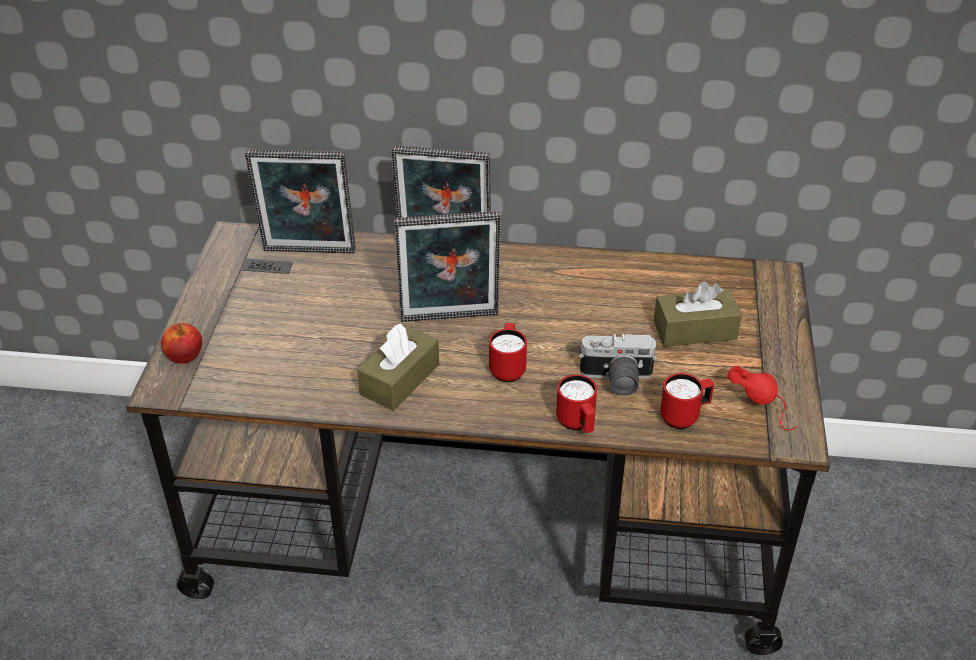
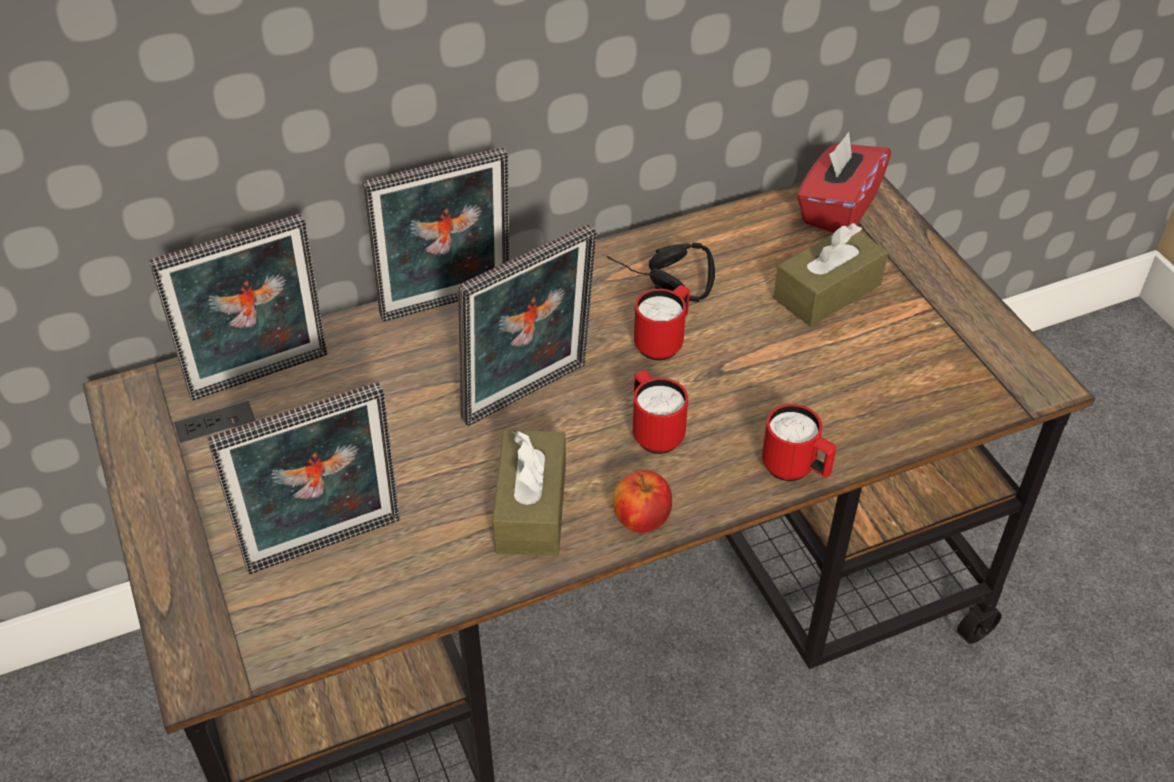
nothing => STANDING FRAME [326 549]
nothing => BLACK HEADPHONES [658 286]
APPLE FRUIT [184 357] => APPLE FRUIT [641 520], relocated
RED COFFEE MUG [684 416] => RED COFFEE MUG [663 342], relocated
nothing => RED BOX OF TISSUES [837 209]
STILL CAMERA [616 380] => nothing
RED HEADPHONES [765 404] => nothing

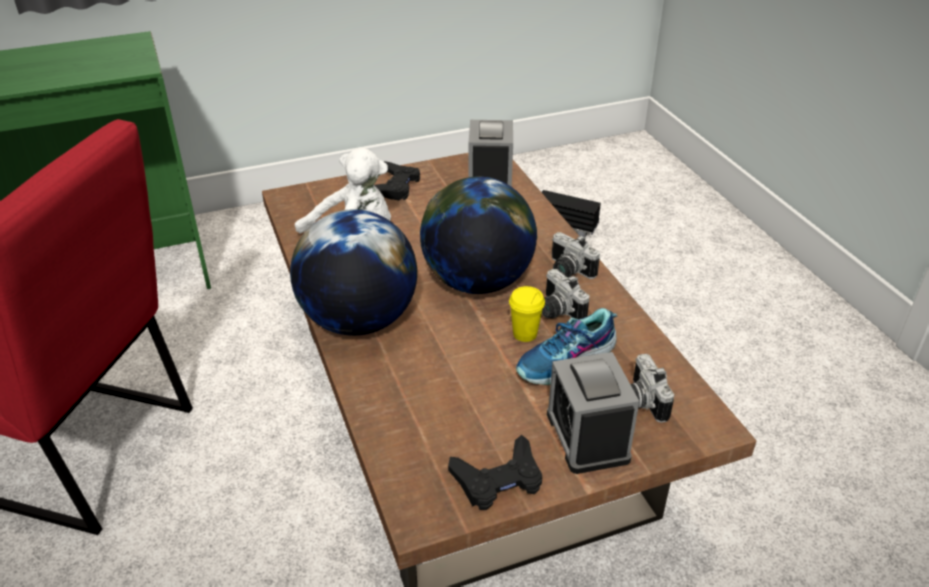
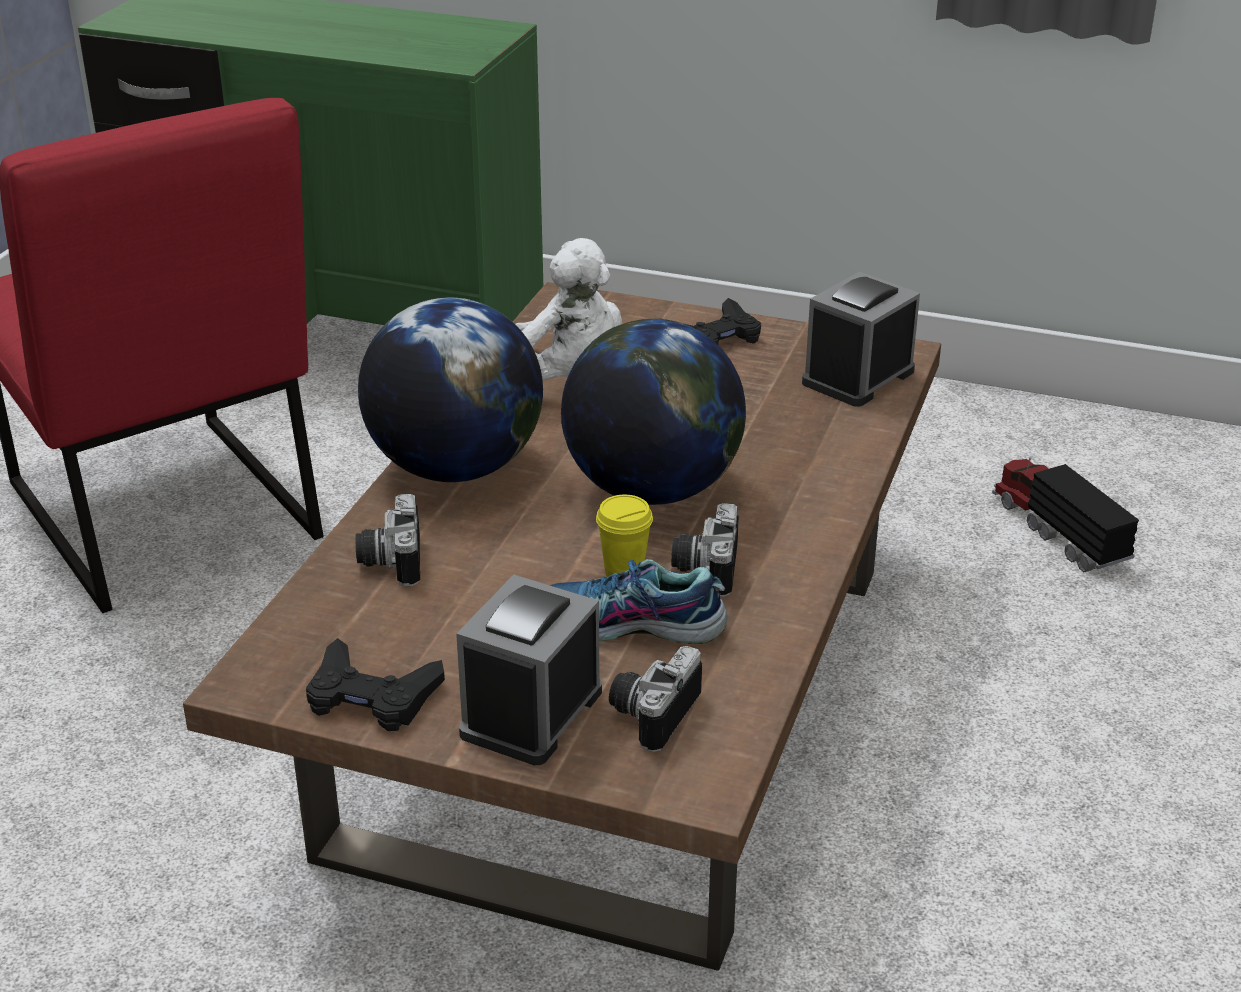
STILL CAMERA [567 271] => STILL CAMERA [389 560], relocated

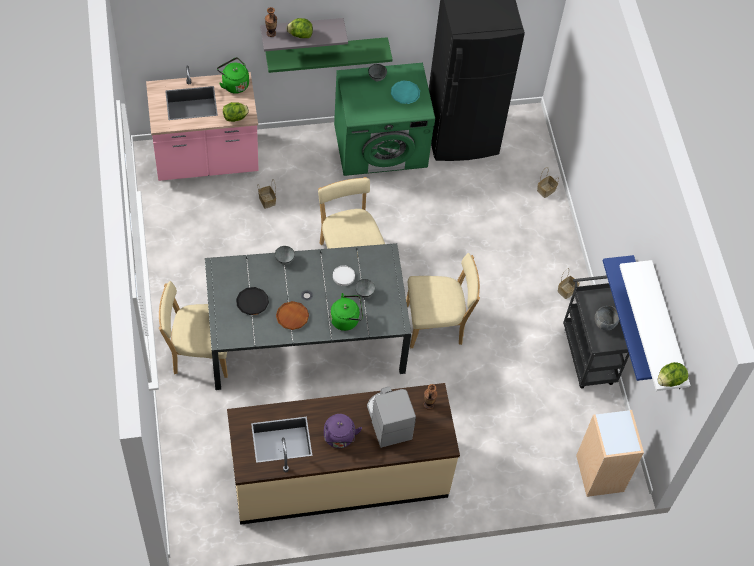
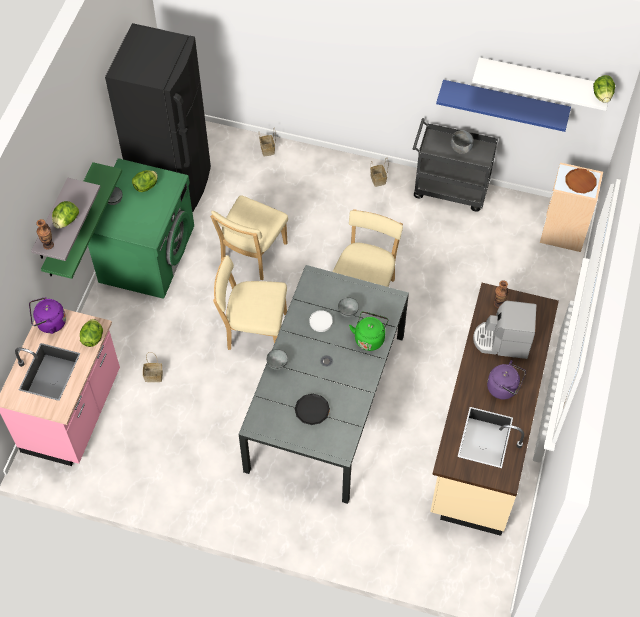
GREENISH WATER KETTLE [234 84] => PURPLE-COLOURED WATER KETTLE [49 323]
TURQUOISE DINNER PLATE [405 94] => LETTUCE [146 186]
BEIGE PLAIN CHAIR [199 353] => BEIGE PLAIN CHAIR [252 255], relocated
BROWN DINNER PLATE [292 317] => BROWN DINNER PLATE [580 182], relocated

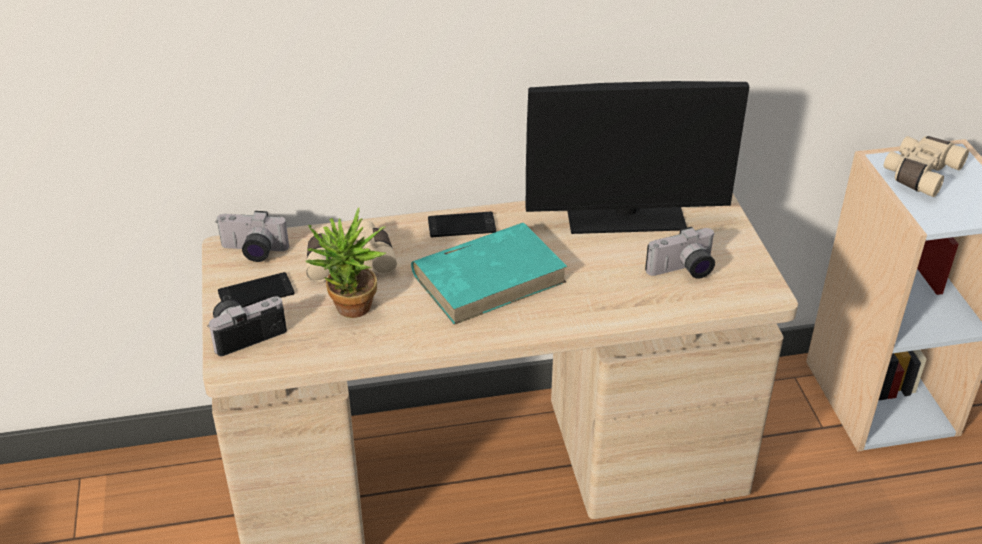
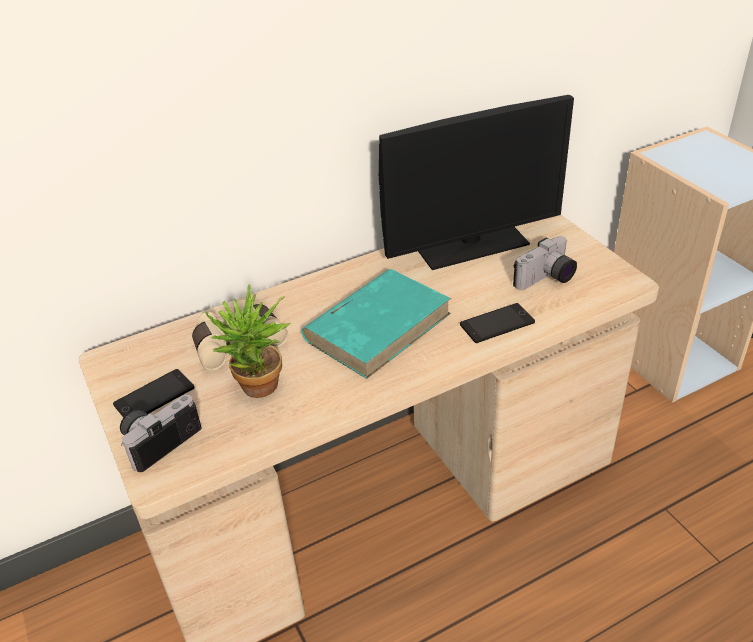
HANDSET [461 225] => HANDSET [497 324], relocated
STILL CAMERA [253 252] => nothing
BEIGE PAIR OF BINOCULARS [919 173] => nothing

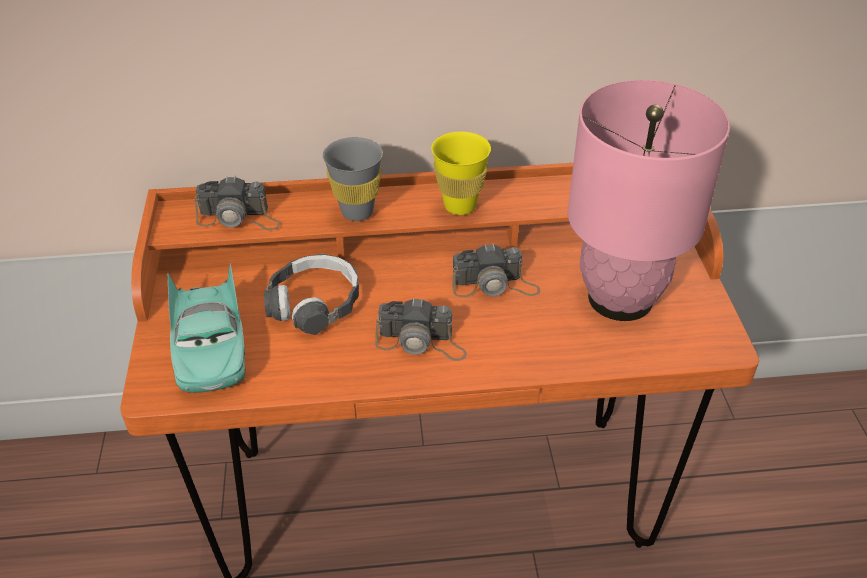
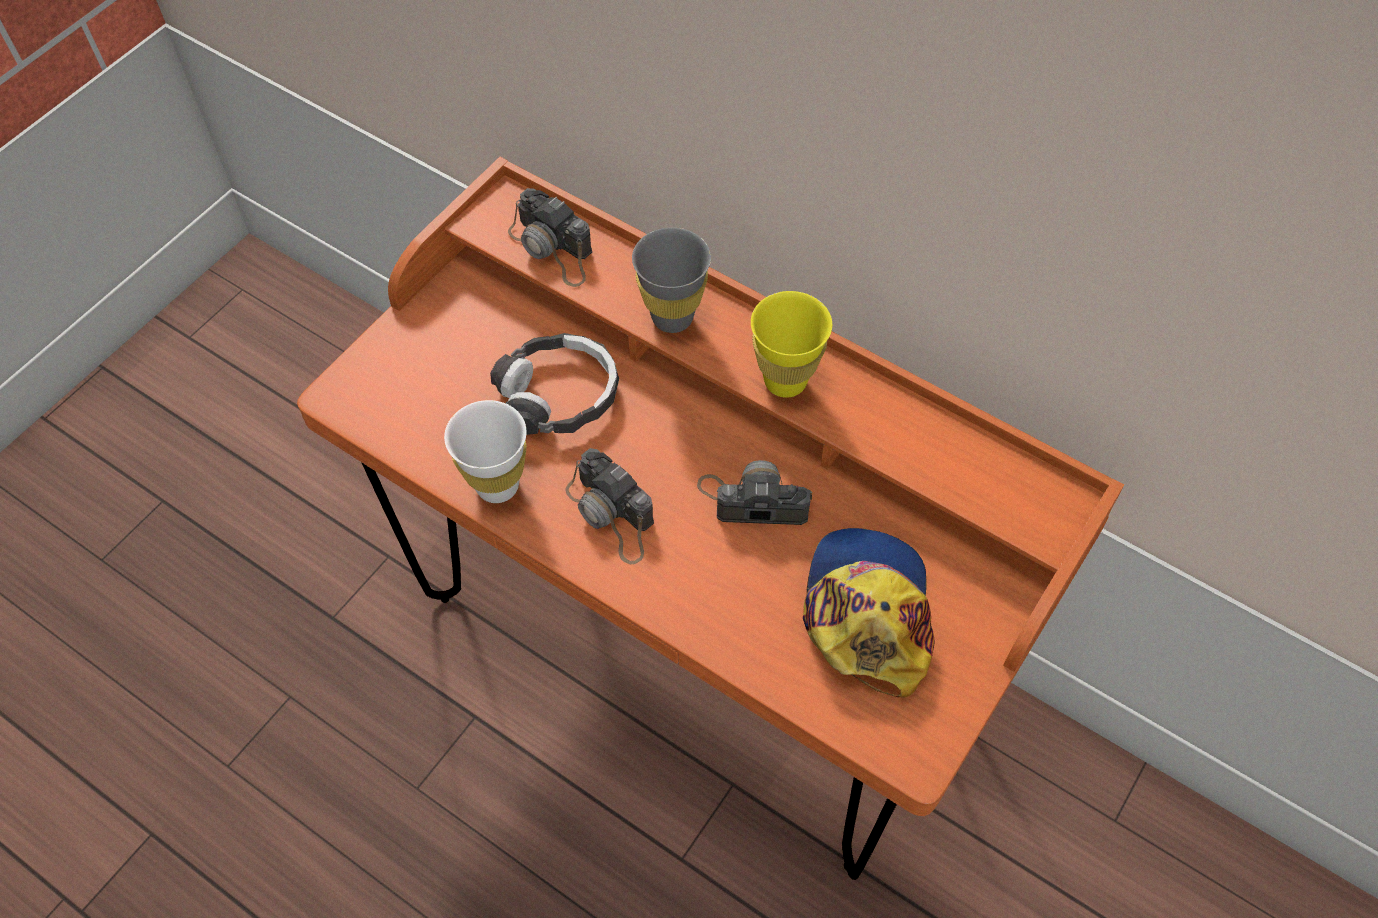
nothing => WHITE-COLOURED SMALL CUP [497 485]
STILL CAMERA [495 285] => STILL CAMERA [753 500], 150 degrees clockwise
PINK TABLETOP LAMP [619 298] => CAP [868 613]
TURQUOISE MINIATURE CAR [210 345] => nothing

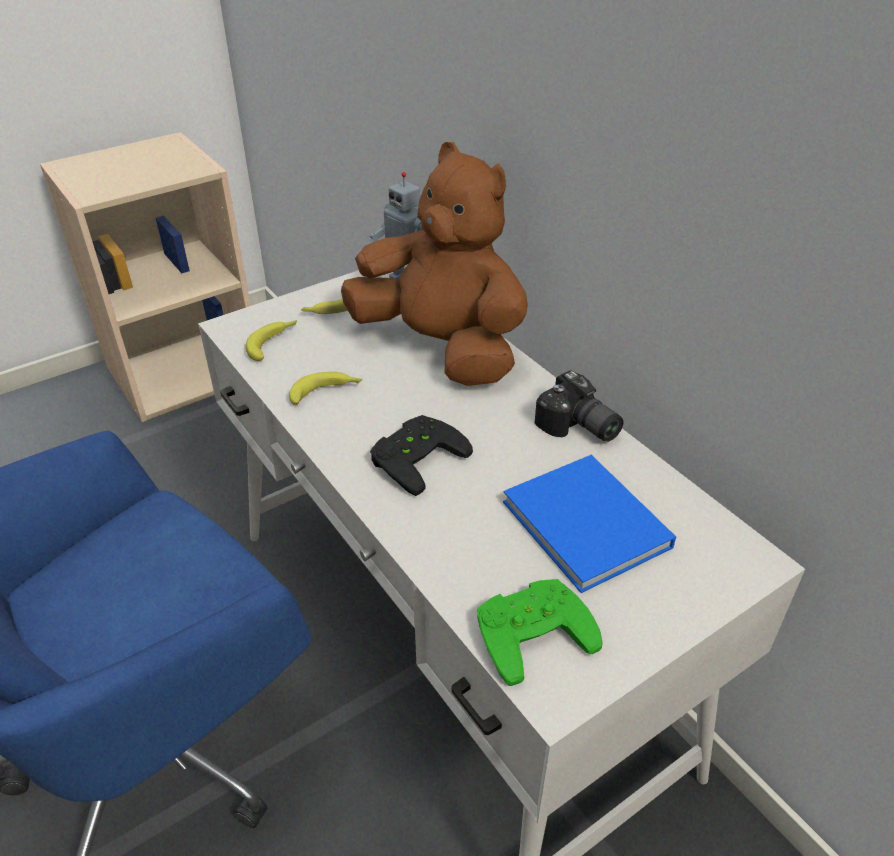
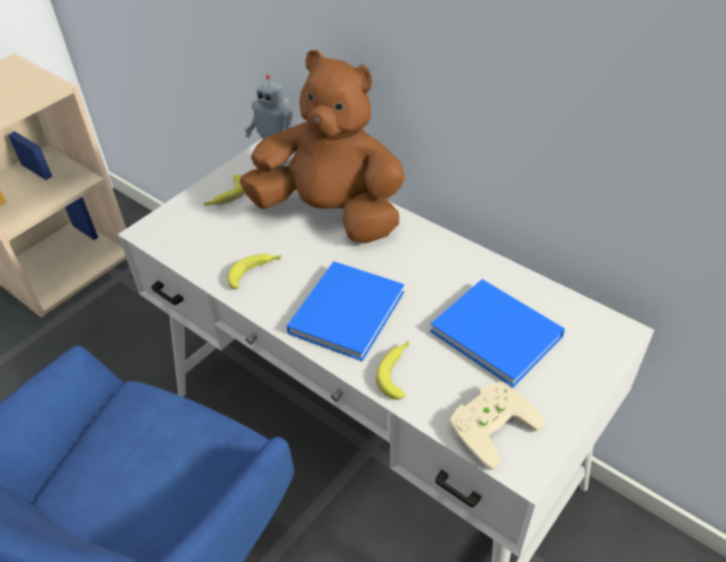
BLACK GAMEPAD [415 456] => BLUE-COLOURED BOOK [349 310]
BANANA [273 343] => BANANA [398 372], relocated
GREENISH GAMEPAD [531 628] => BEIGE GAMEPAD [489 423]
STILL CAMERA [577 428] => nothing

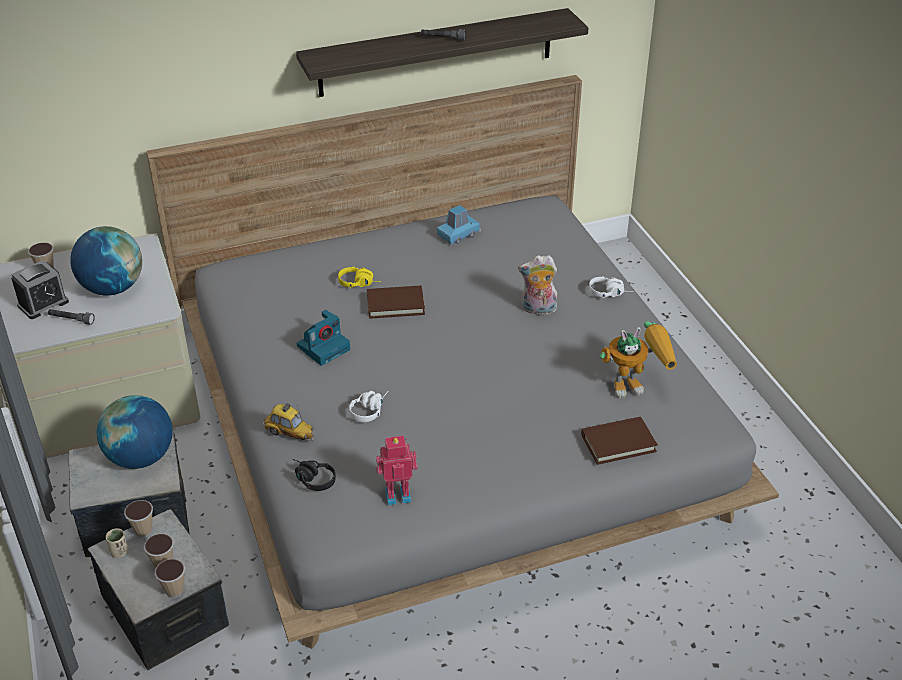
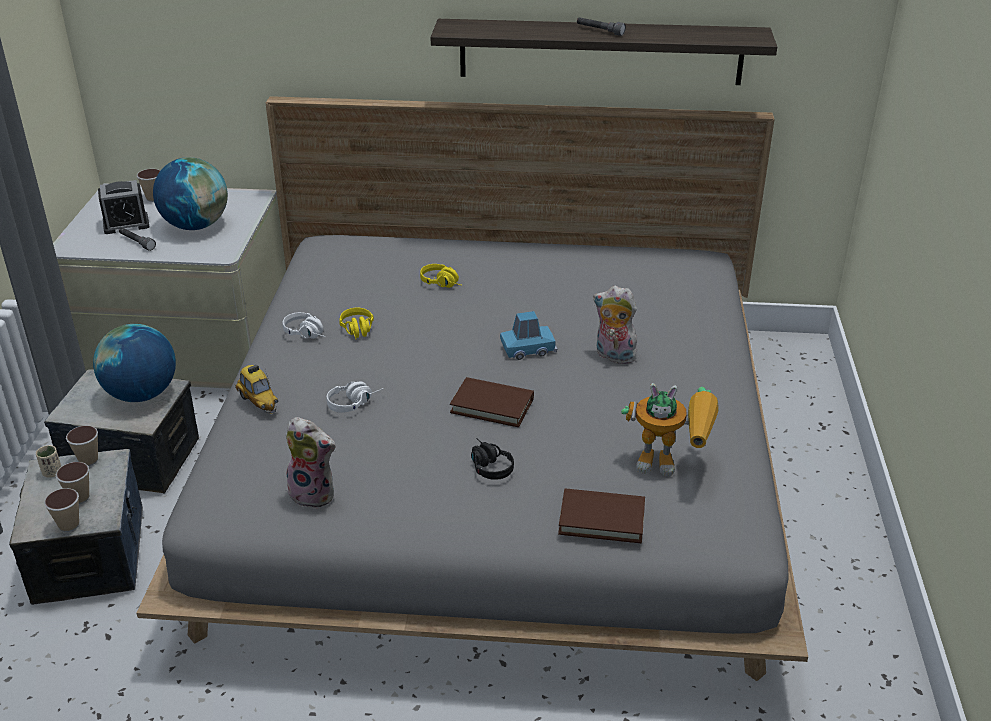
WHITE-COLOURED HEADPHONES [610 293] => WHITE-COLOURED HEADPHONES [308 334], relocated
MODEL ROBOT [397 494] => CUDDLY TOY [315 493]
STILL CAMERA [324 347] => YELLOWISH HEADPHONES [358 332]
BROWN BOOK [395 304] => BROWN BOOK [492 405], relocated
BLACK HEADPHONES [311 479] => BLACK HEADPHONES [487 465], relocated
BLUE-COLOURED MINIATURE CAR [458 234] => BLUE-COLOURED MINIATURE CAR [528 349], relocated

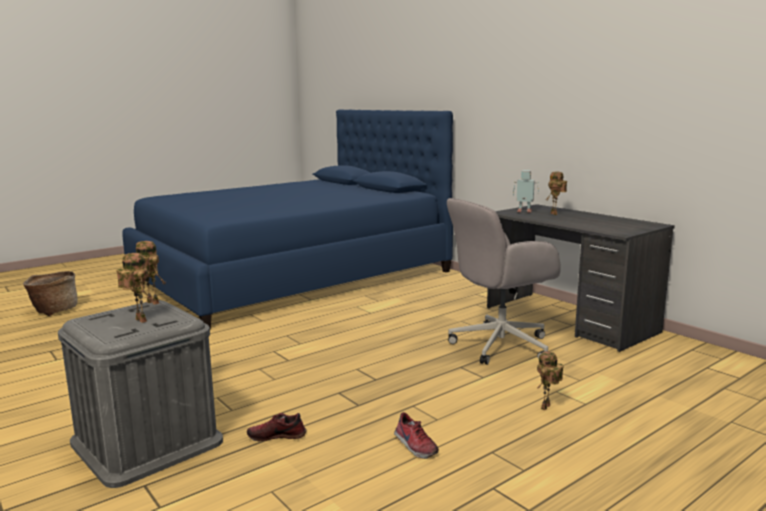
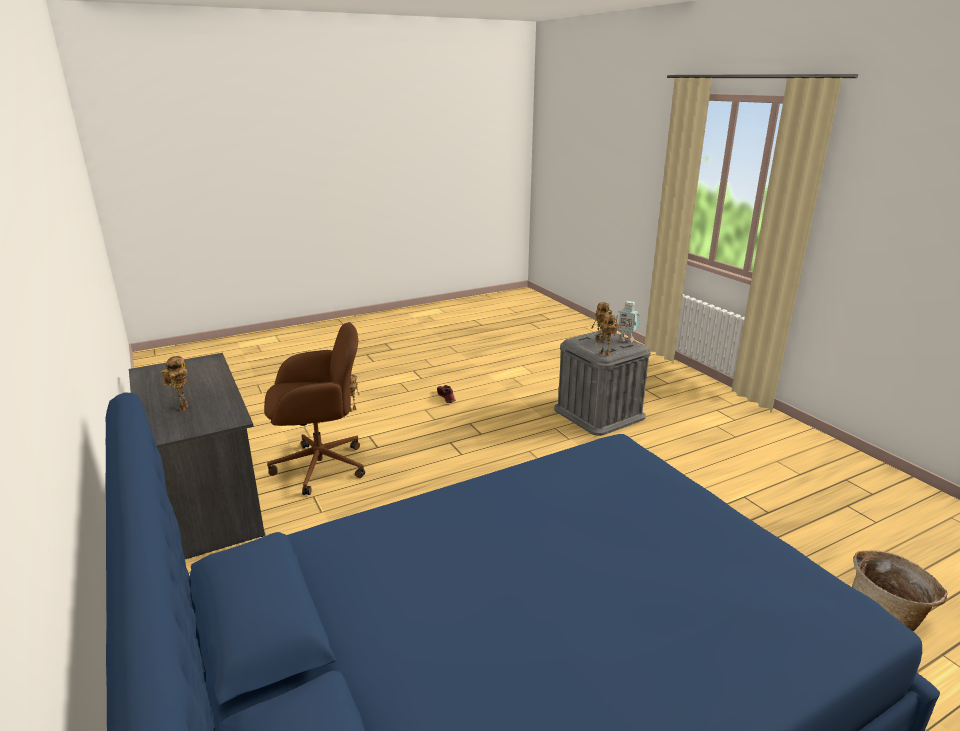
GREYISH DESK CHAIR [499 346] => BROWN DESK CHAIR [322 467]
MODEL ROBOT [524 212] => MODEL ROBOT [625 340], relocated
SHOE [277 435] => nothing

